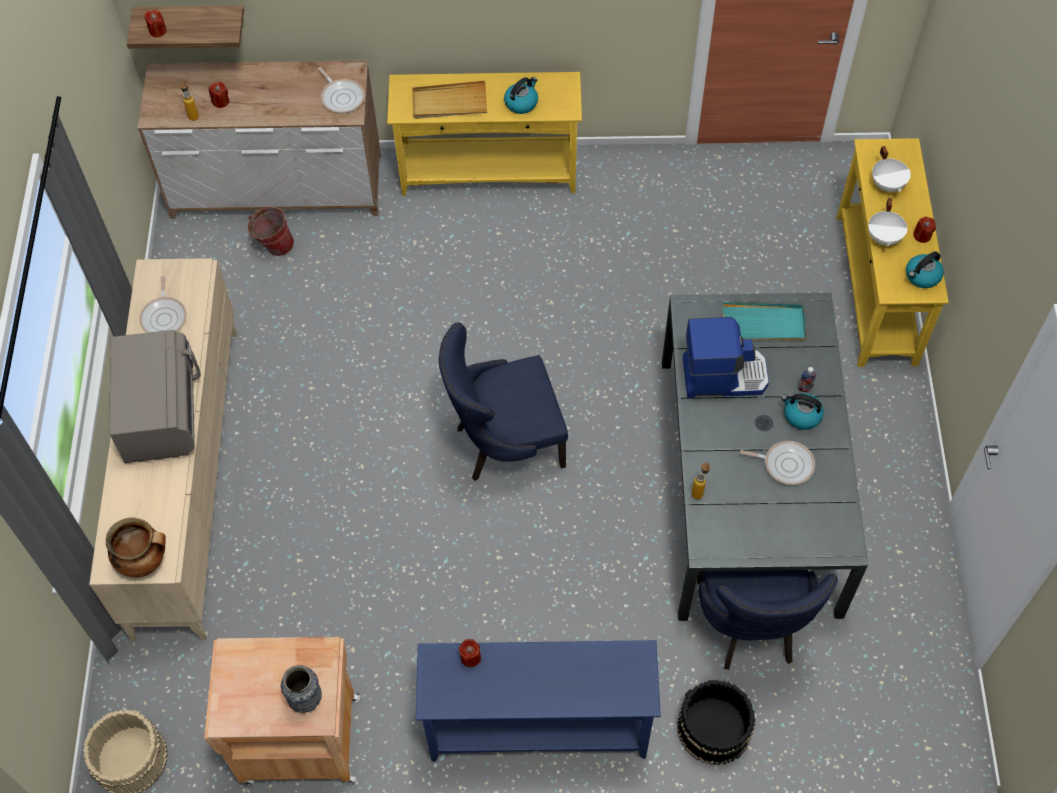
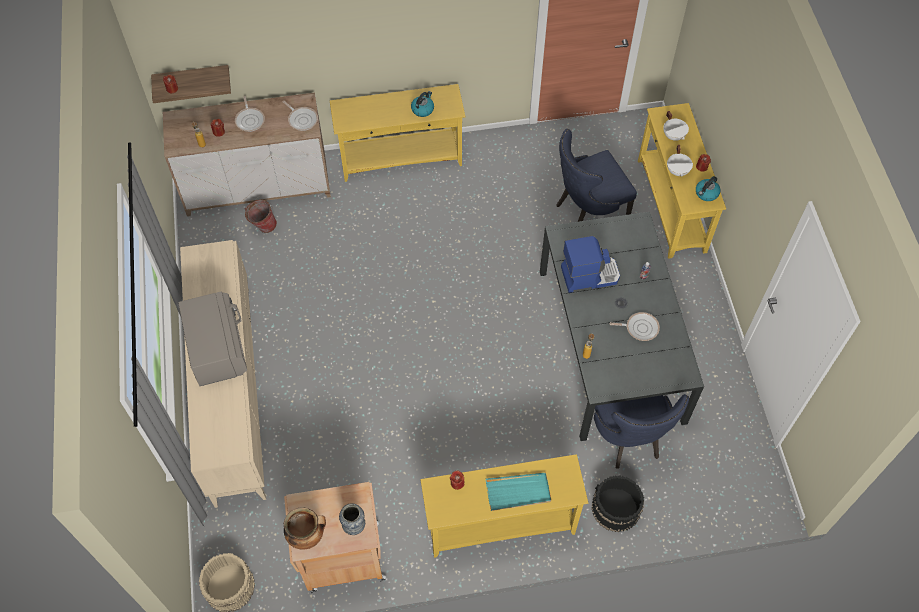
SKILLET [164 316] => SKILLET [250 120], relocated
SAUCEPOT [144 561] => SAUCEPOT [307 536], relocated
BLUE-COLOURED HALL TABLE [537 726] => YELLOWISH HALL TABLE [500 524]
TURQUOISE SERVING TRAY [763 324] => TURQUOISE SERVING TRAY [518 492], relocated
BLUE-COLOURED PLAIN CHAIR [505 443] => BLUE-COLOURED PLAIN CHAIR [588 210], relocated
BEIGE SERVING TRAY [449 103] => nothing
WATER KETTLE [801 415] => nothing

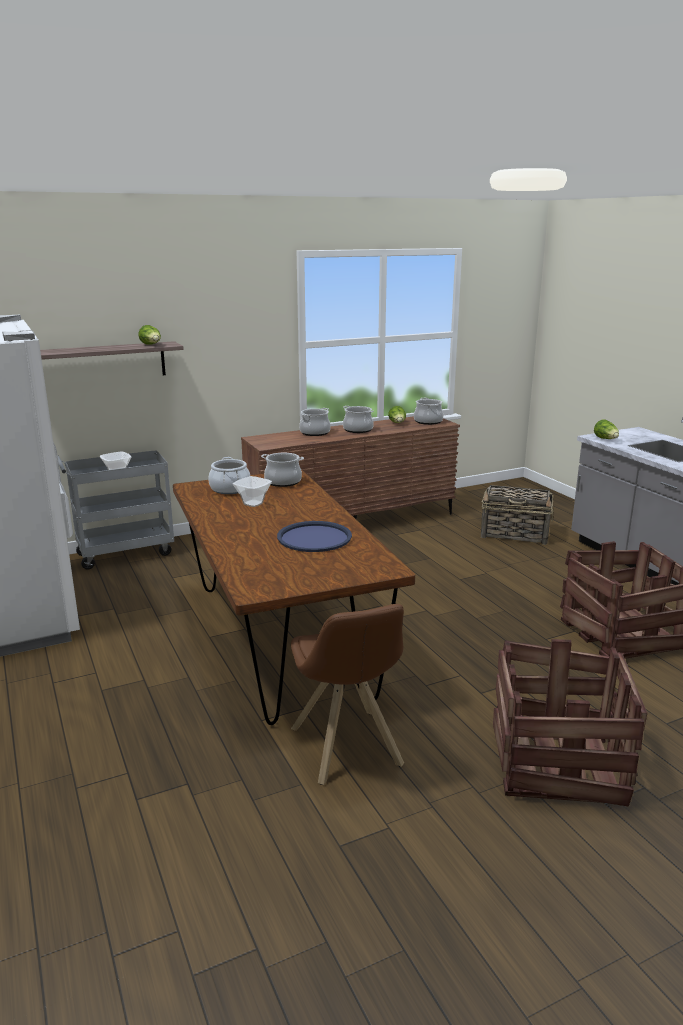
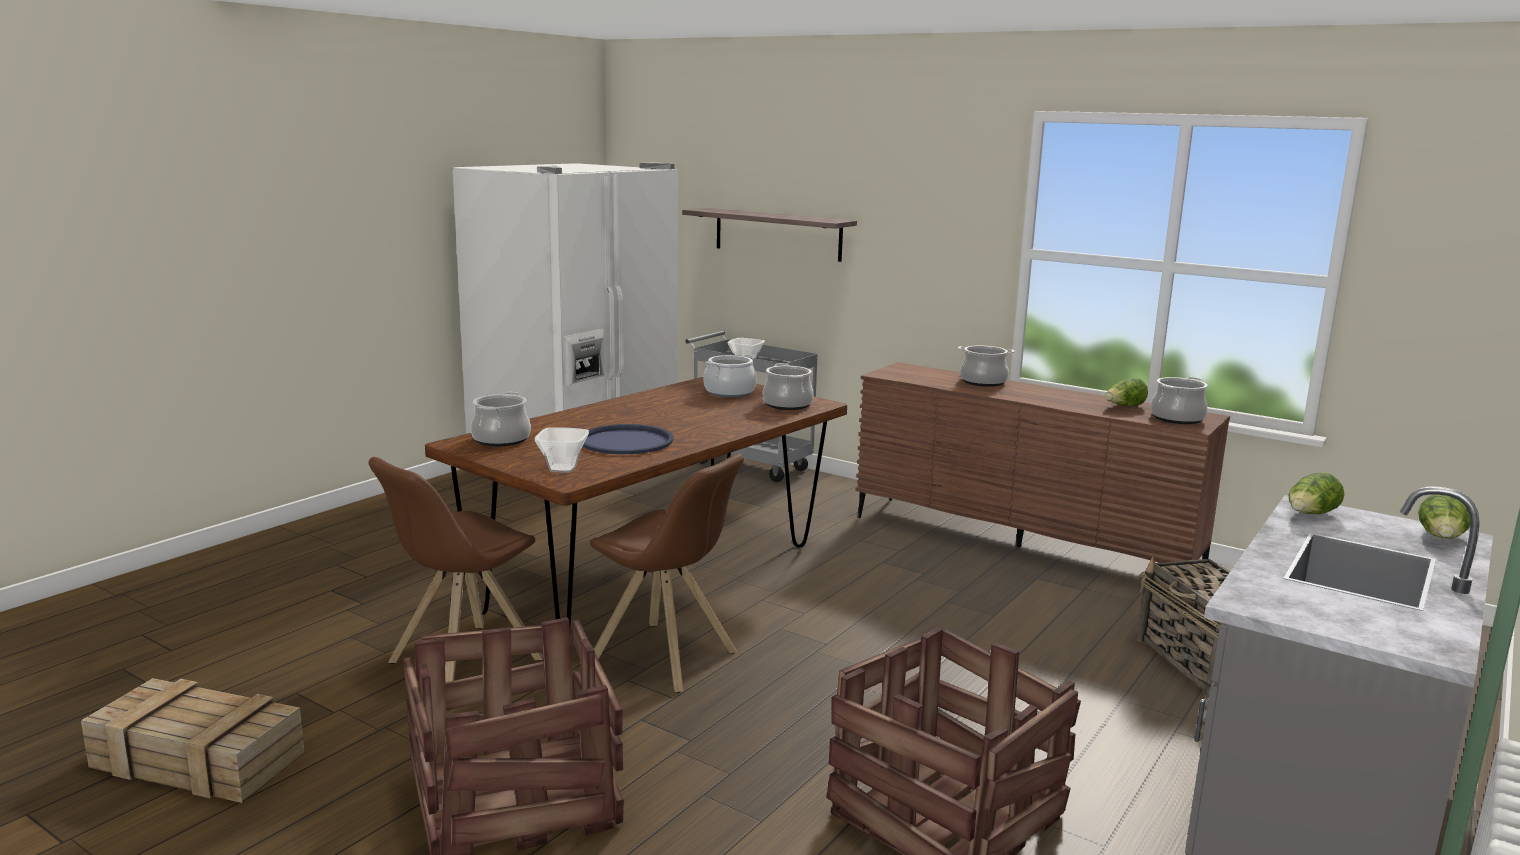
nothing => SHIPPING CRATE [194 760]
SAUCEPOT [357 430] => SAUCEPOT [501 439], relocated
DEEP DISH [253 503] => DEEP DISH [564 468], relocated
nothing => BROWN PLAIN CHAIR [665 657]
LETTUCE [151 345] => LETTUCE [1442 538], relocated

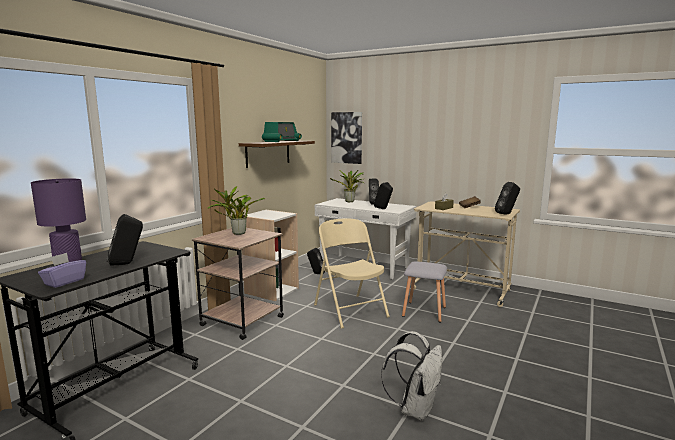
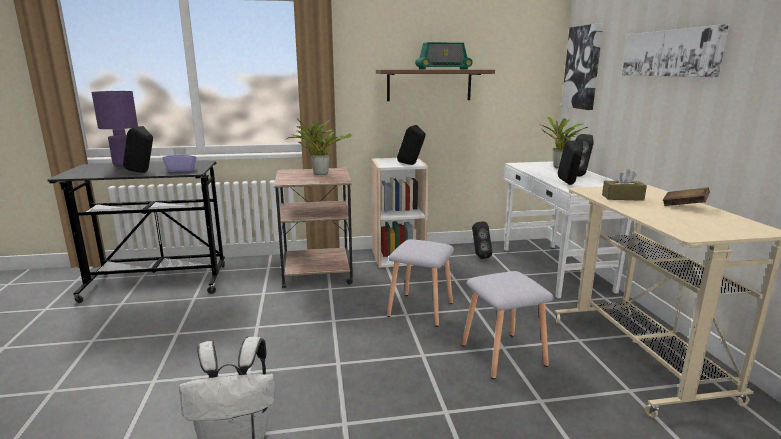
PURPLE-COLOURED BOX OF TISSUES [64 282] => PURPLE-COLOURED BOX OF TISSUES [181 170], relocated
BEIGE PLAIN CHAIR [350 311] => GREYISH STOOL SEAT [421 309]
BLACK LOUDSPEAKER [507 214] => BLACK LOUDSPEAKER [412 164], relocated
nothing => PICTURE [670 53]

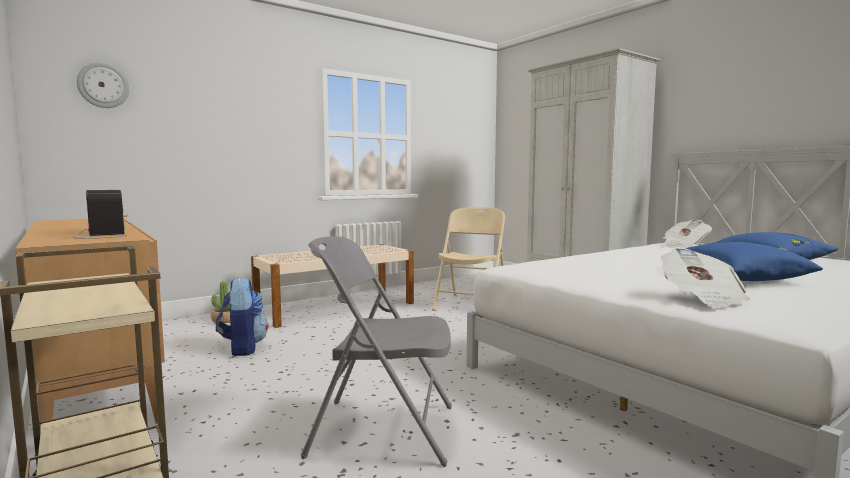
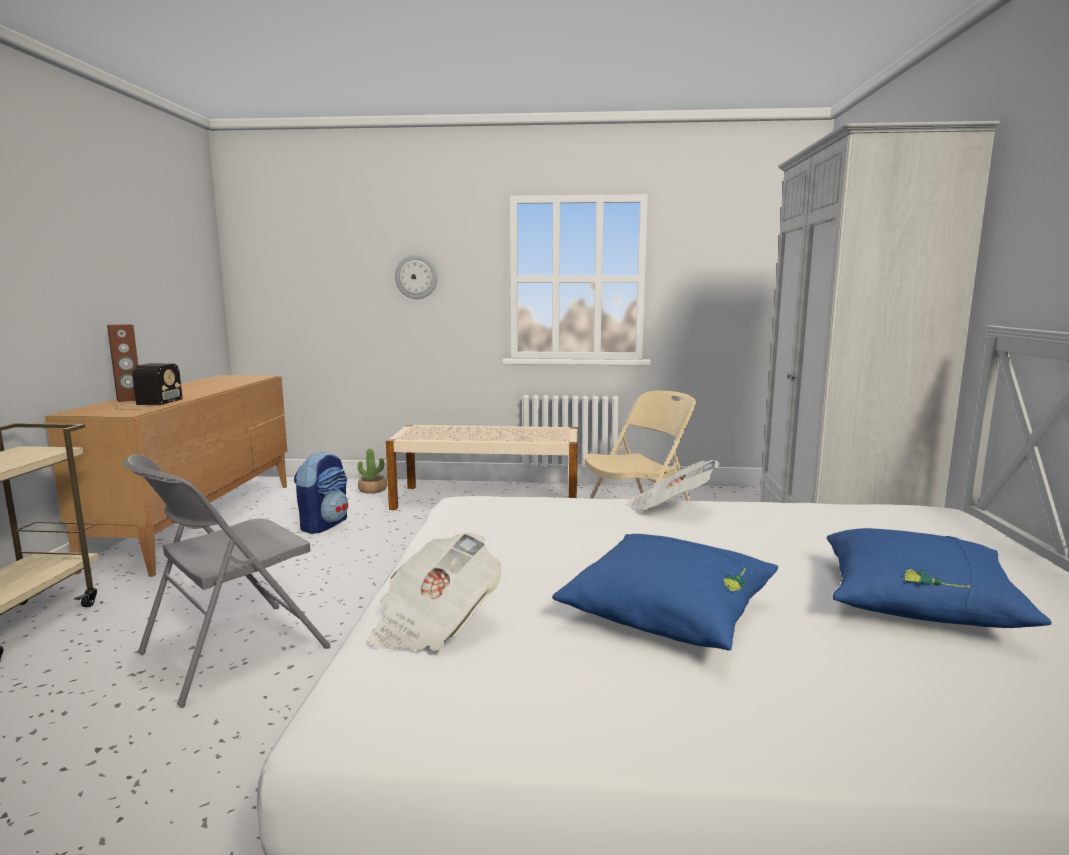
nothing => BROWN LOUDSPEAKER [129 399]
GREYISH PLAIN CHAIR [383 430] => GREYISH PLAIN CHAIR [234 650], 90 degrees counterclockwise
CLOCK ON THE WALL [103 85] => CLOCK ON THE WALL [416 277], relocated
DAILY PAPER [683 246] => DAILY PAPER [670 507], relocated

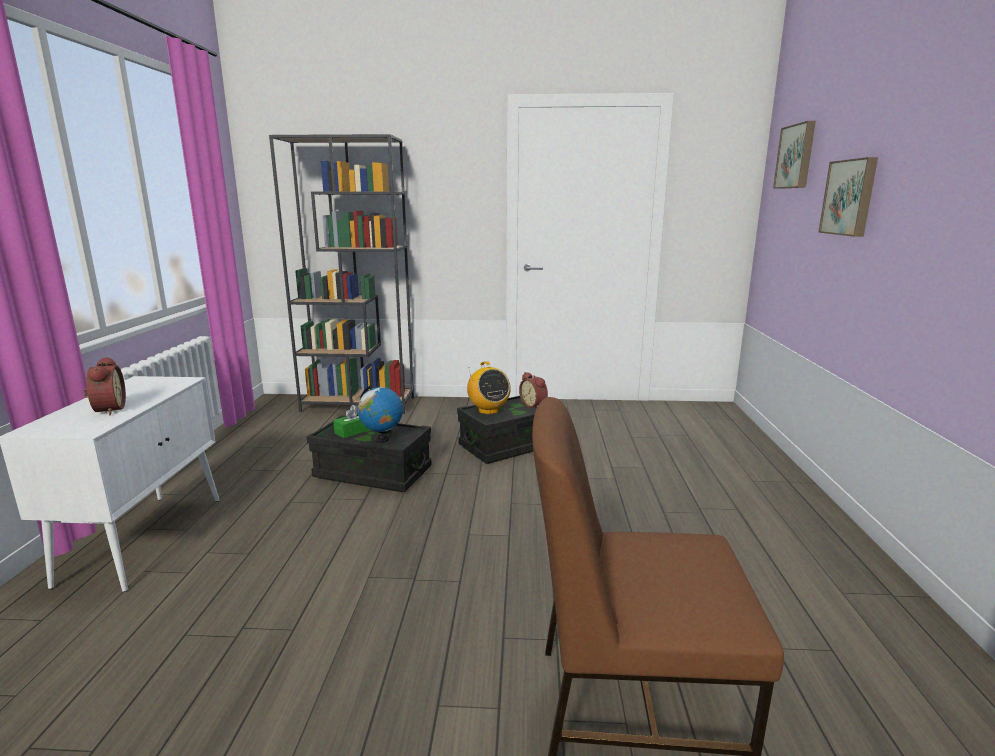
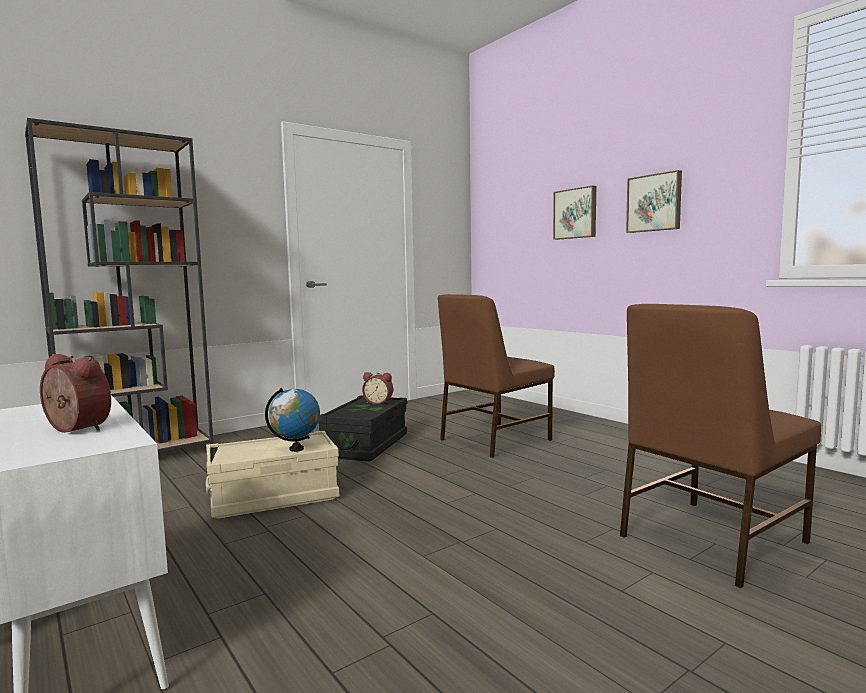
BLACK STORAGE CONTAINER [373 473] => BEIGE STORAGE CONTAINER [274 497]
nothing => BROWN PLAIN CHAIR [493 440]
PICTURE [796 156] => PICTURE [654 203], relocated
GREENISH BOX OF TISSUES [353 431] => nothing
RADIO [488 410] => nothing

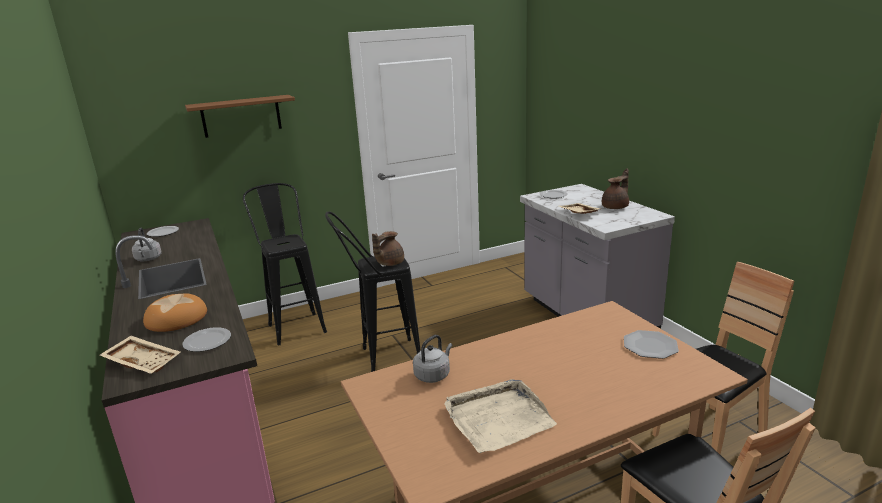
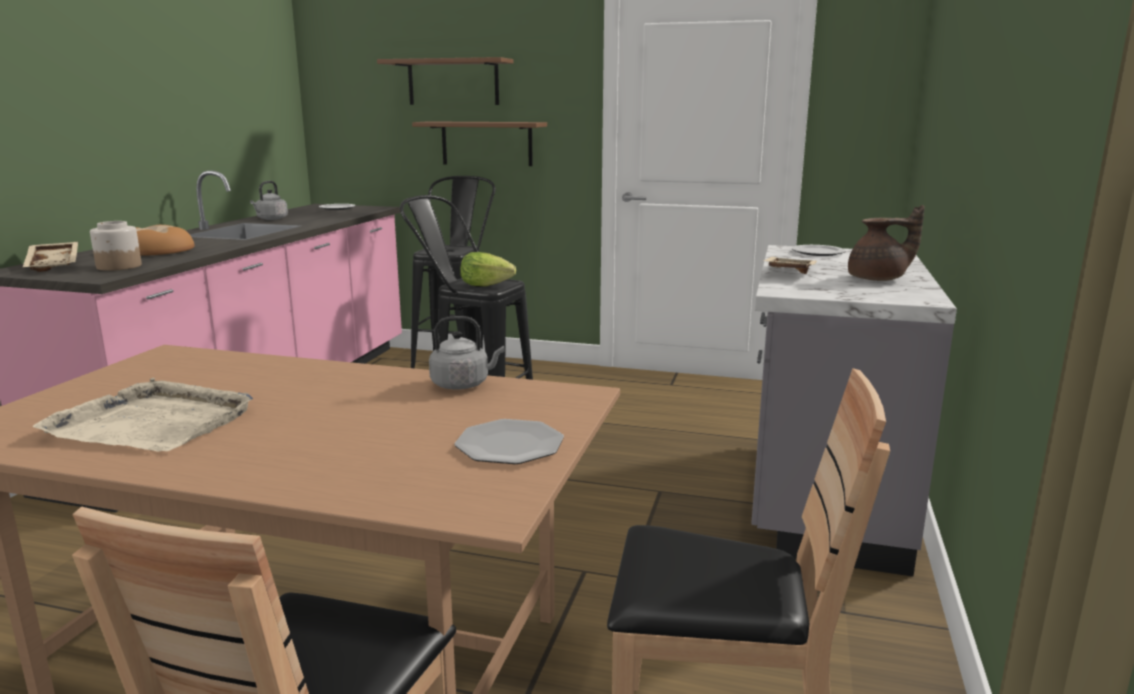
DINNER PLATE [206 342] => PRESERVE JAR [118 266]
nothing => BROWN BRACKET SHELF [486 143]
GREYISH WATER KETTLE [433 375] => GREYISH WATER KETTLE [463 384], relocated
BROWN TEA POT [389 263] => LETTUCE [485 285]

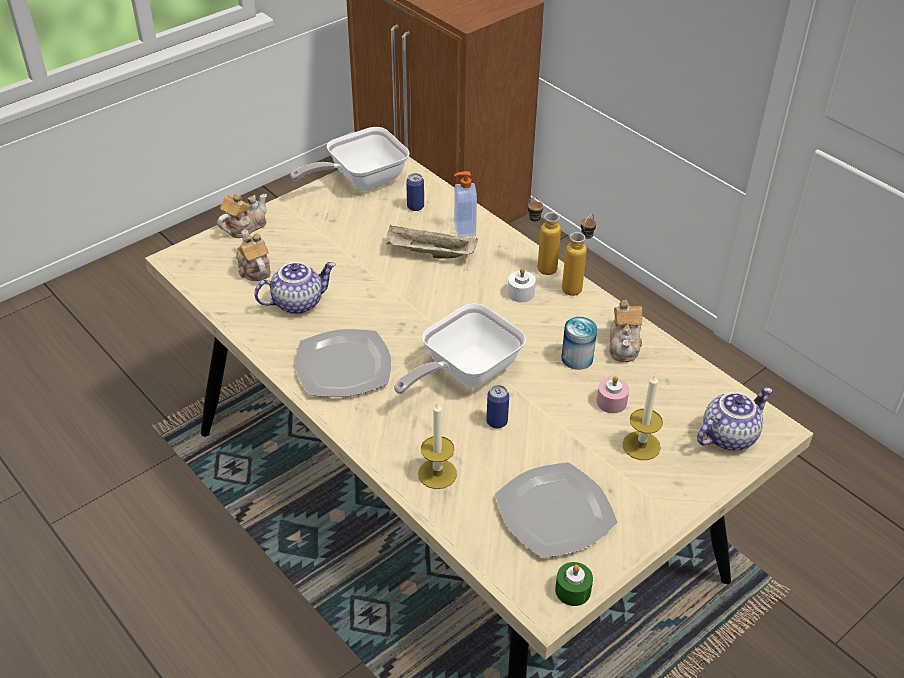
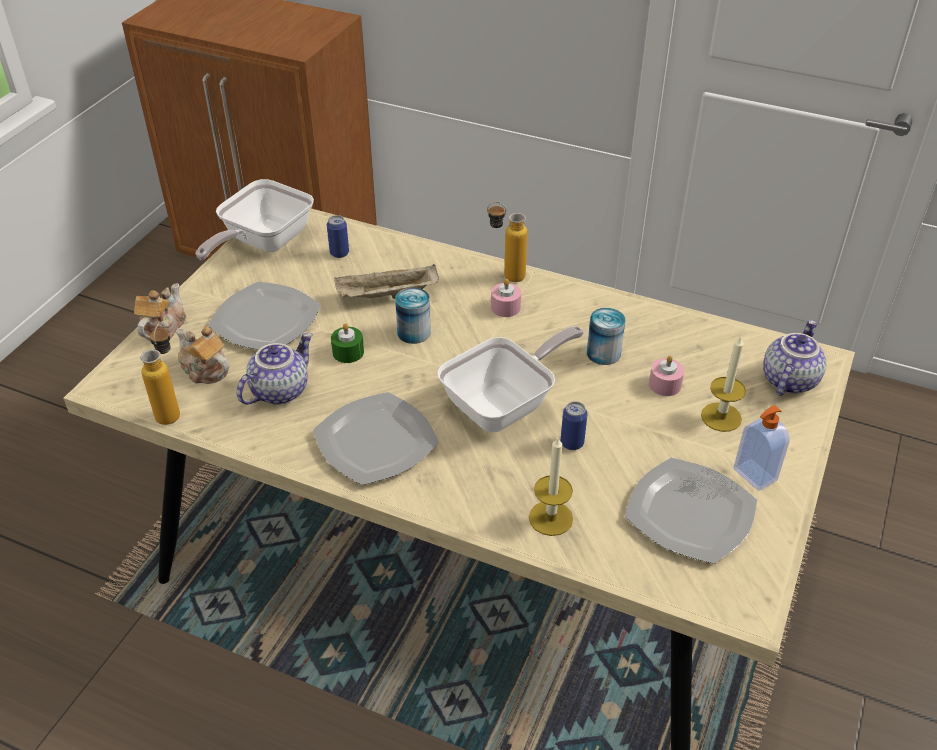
BEVERAGE BOTTLE [576 285] => BEVERAGE BOTTLE [172 409], relocated
nothing => DINNER PLATE [266 320]
GREENISH WAX CANDLE [573 590] => GREENISH WAX CANDLE [348 352], relocated
nothing => METAL CAN [413 332]
SKILLET [464 373] => SKILLET [505 405], 150 degrees counterclockwise
WHITE-COLOURED WAX CANDLE [521 293] => PINK WAX CANDLE [505 307]
SOAP DISPENSER [463 229] => SOAP DISPENSER [753 475], relocated
TEA POT [624 345] => nothing

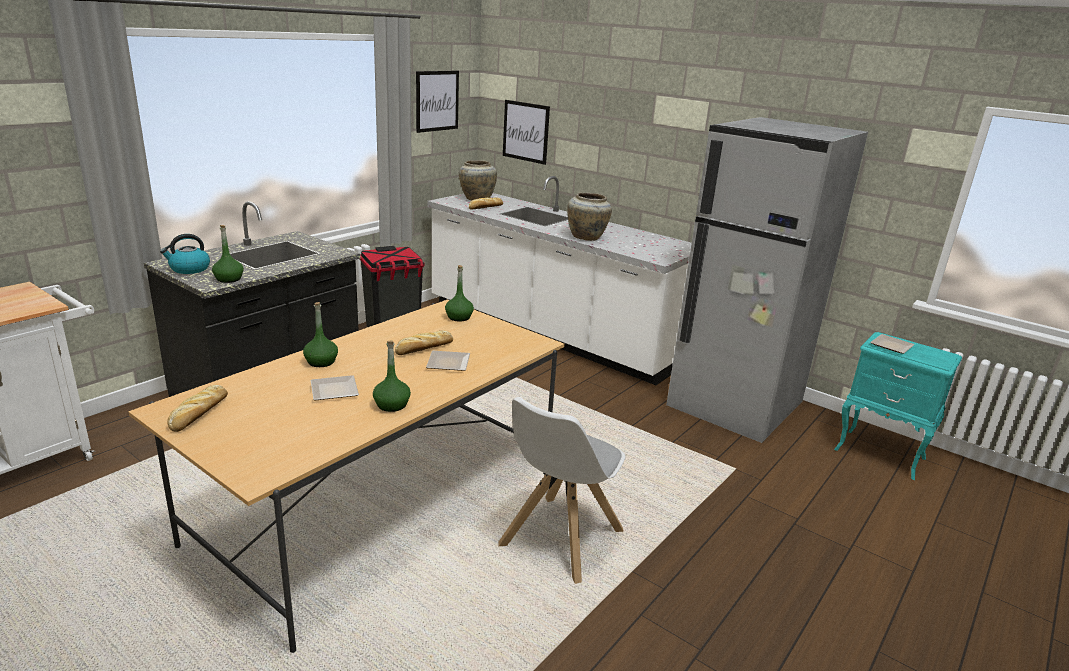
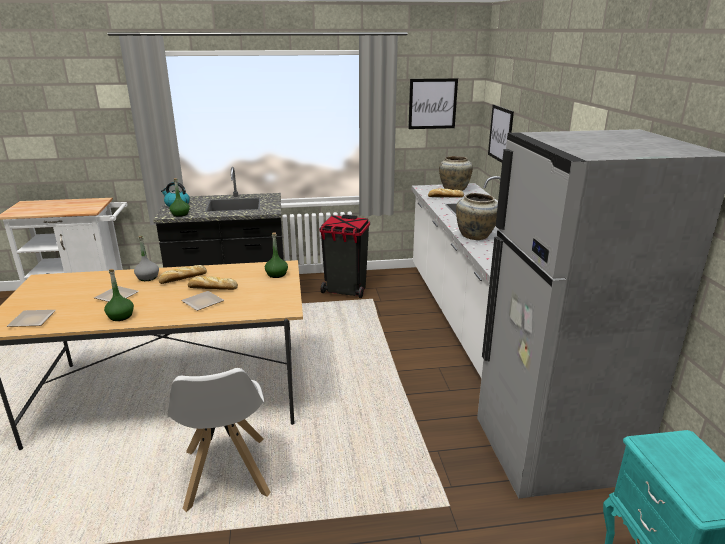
DINNER PLATE [892 347] => DINNER PLATE [30 321], relocated
GREENISH BEVERAGE BOTTLE [321 362] => GREYISH BEVERAGE BOTTLE [147 277]
BREAD [199 414] => BREAD [182 278], relocated
PLAIN CHAIR [559 539] => PLAIN CHAIR [226 474], 90 degrees counterclockwise

